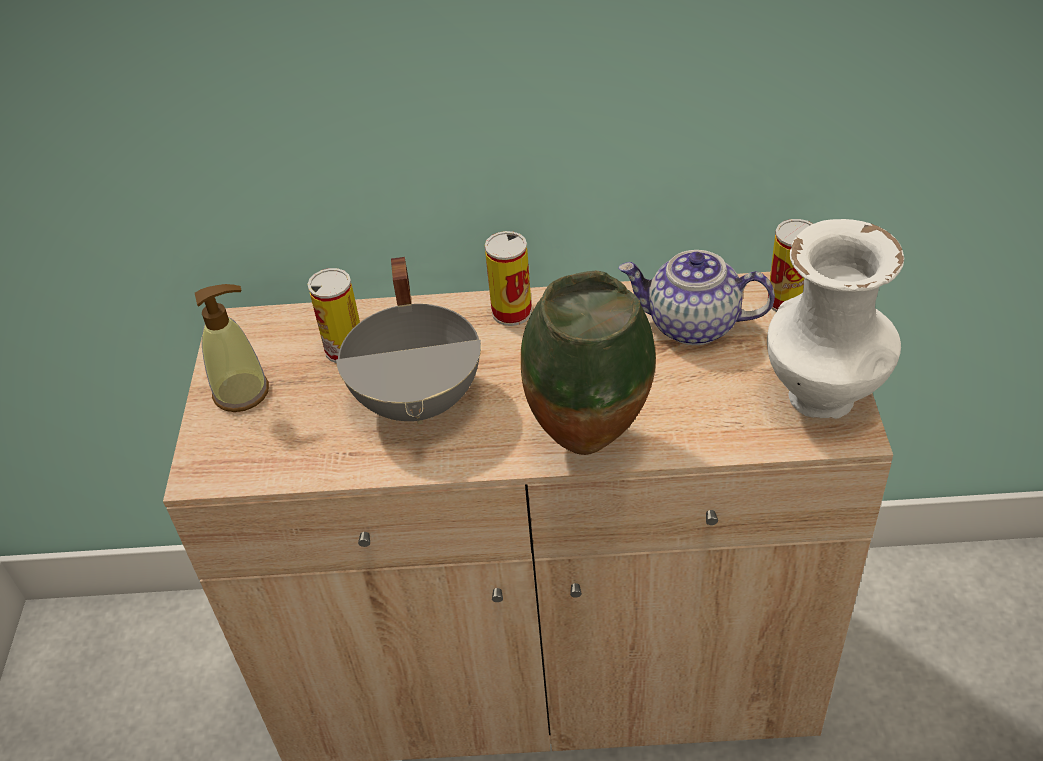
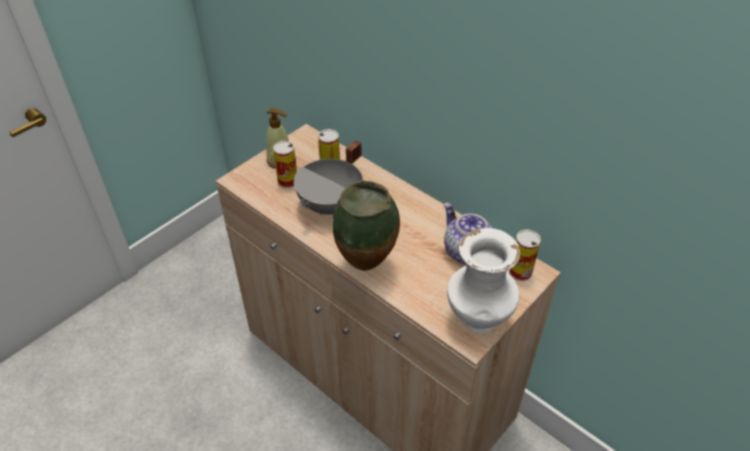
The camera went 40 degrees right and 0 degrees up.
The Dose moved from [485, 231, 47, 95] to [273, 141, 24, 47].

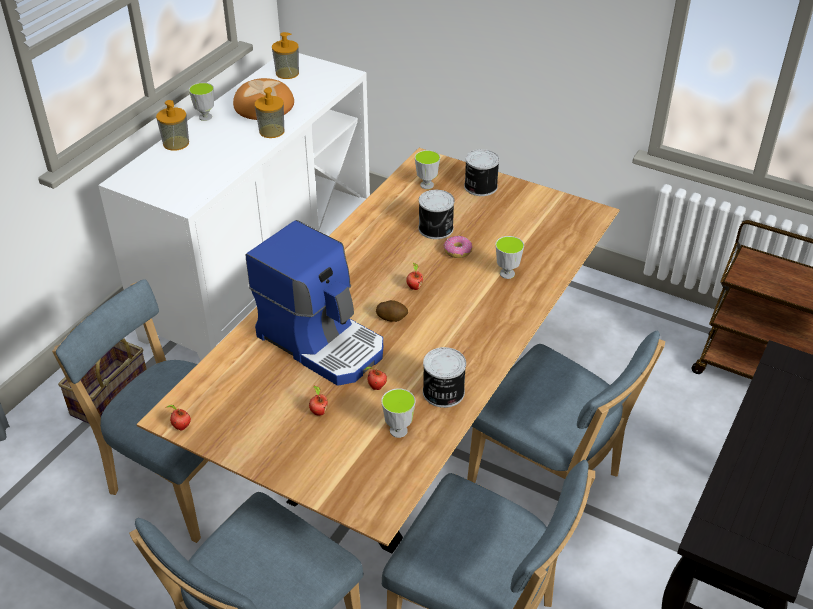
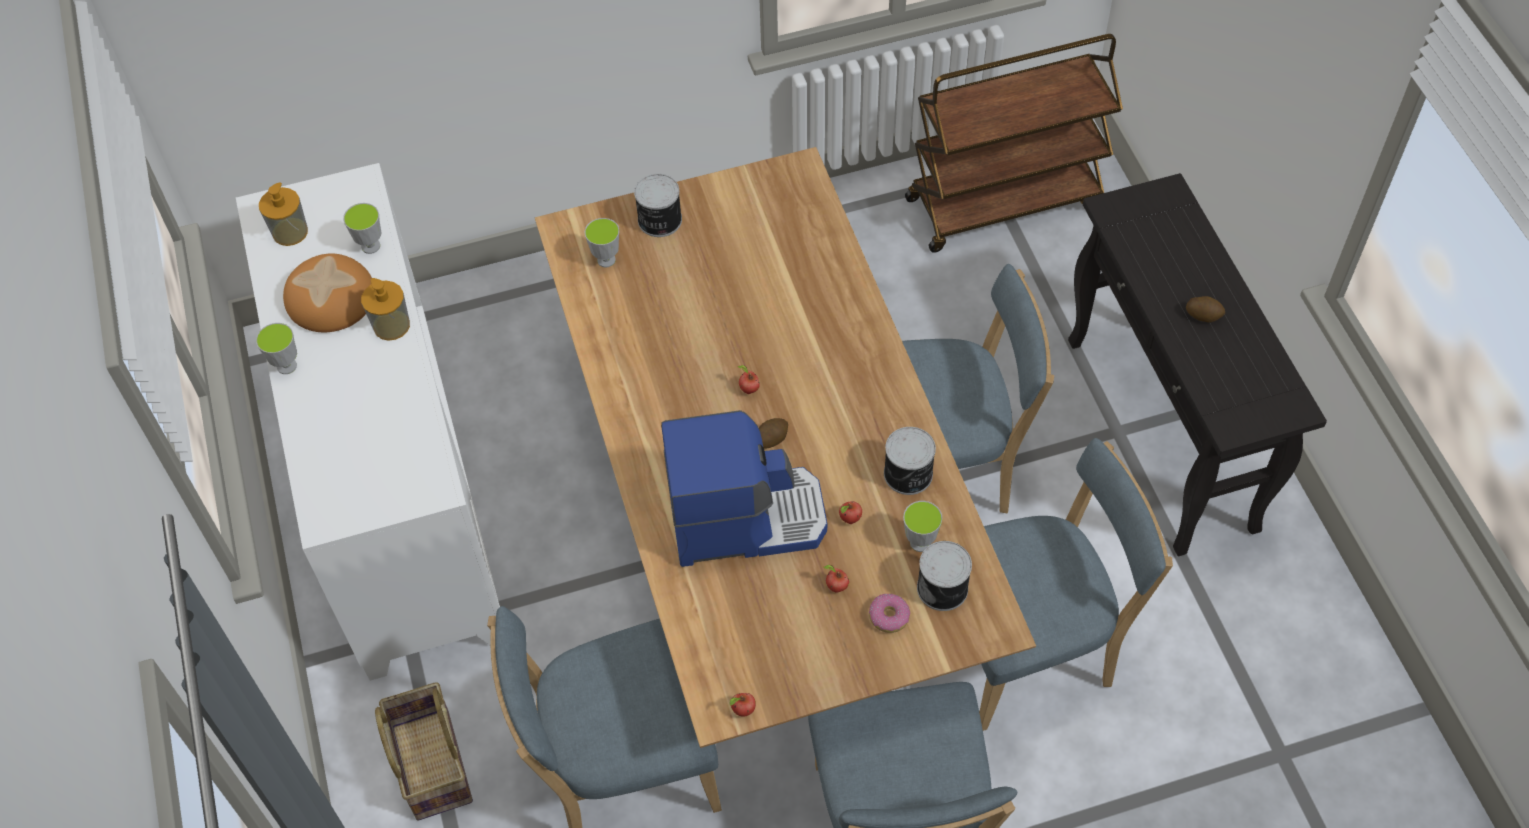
The camera went 45 degrees left and 15 degrees up.
The Seifenspender at [156, 100, 33, 51] disappeared.
The Kartoffel at [1186, 296, 39, 27] appeared.
The Dose moved from [418, 190, 37, 49] to [917, 541, 55, 70].
The Donut moved from [443, 236, 29, 22] to [869, 594, 41, 39].
The Tasse moved from [495, 236, 29, 43] to [343, 203, 38, 51].

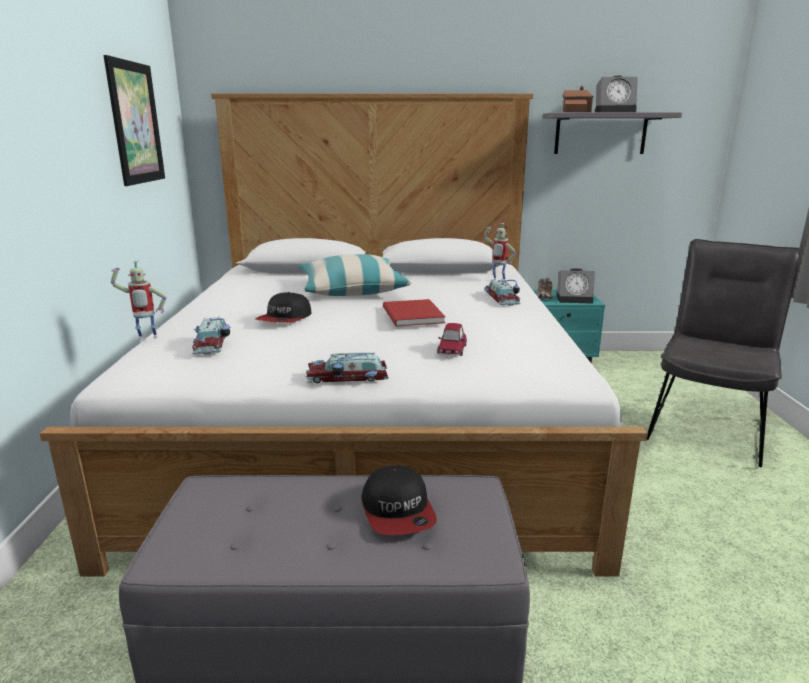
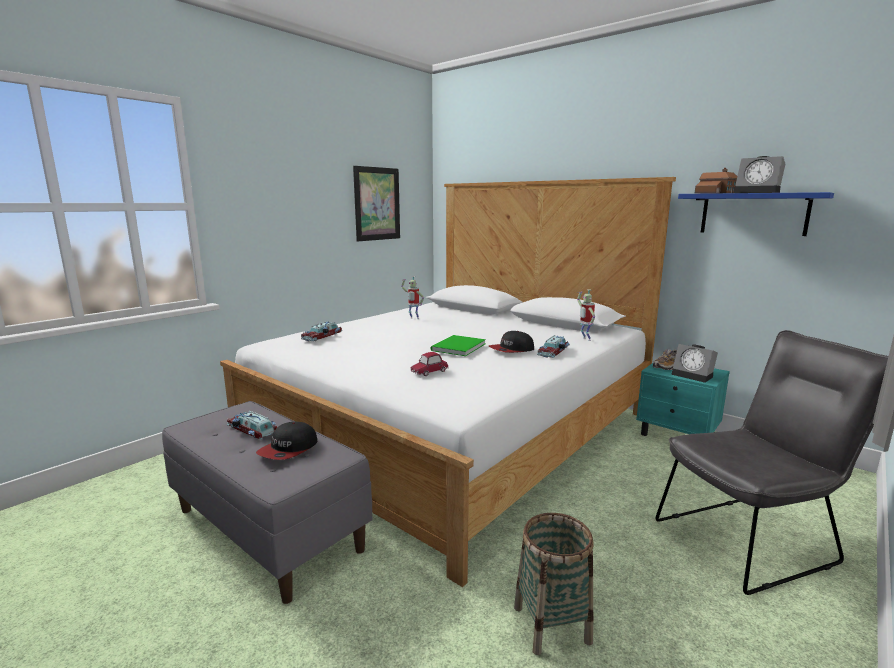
The camera went 40 degrees right and 5 degrees down.
The Kissen at [299, 254, 113, 42] disappeared.
The Korb at [514, 513, 80, 142] appeared.
The Spielzeugroboter moved from [111, 260, 55, 79] to [401, 276, 23, 43].
The Kappe moved from [256, 292, 55, 31] to [489, 331, 45, 22].
The Spielzeugauto moved from [305, 352, 84, 31] to [227, 411, 50, 29].
The Buch (rot) at [383, 299, 62, 28] became the Buch (grün) at [431, 335, 55, 21].
The Wandregal (grau) at [543, 112, 139, 42] became the Wandregal (blau) at [678, 192, 156, 44].

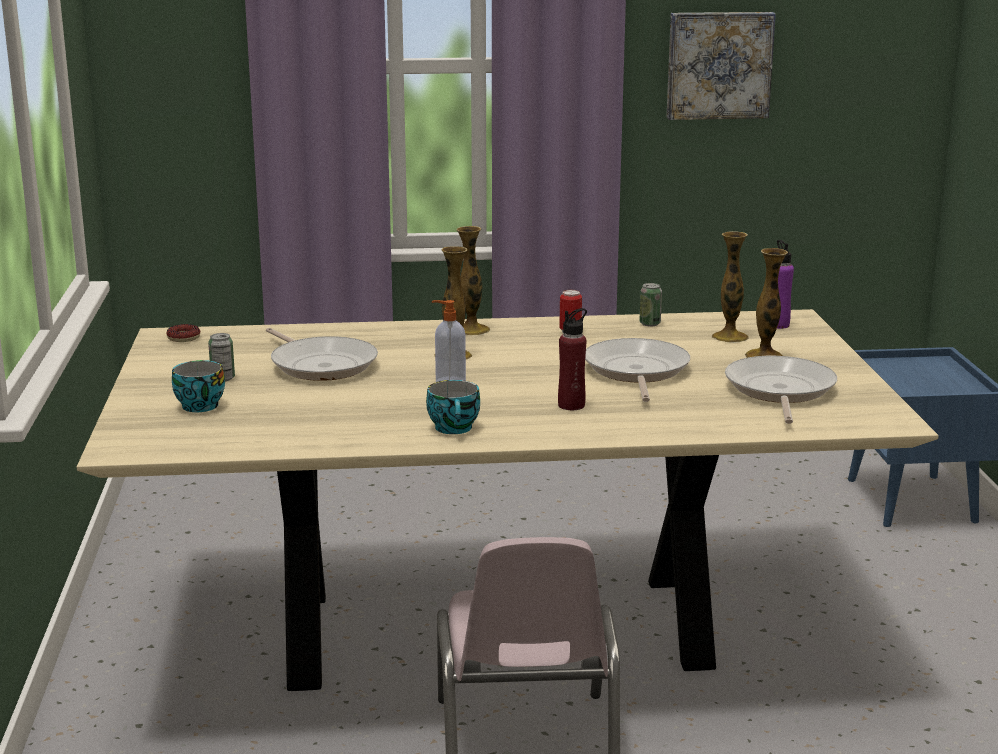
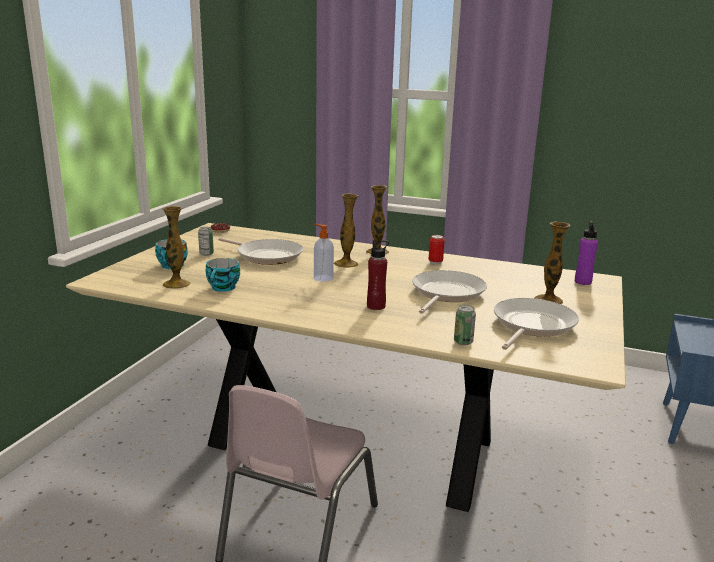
The camera went 25 degrees right and 0 degrees up.
The Bild at [667, 12, 109, 108] disappeared.
The Tasse moved from [426, 380, 54, 54] to [206, 258, 34, 34].
The Dose moved from [639, 283, 23, 43] to [454, 305, 22, 40].
The Vase moved from [711, 231, 38, 112] to [163, 206, 27, 83].
The Pfanne at [266, 328, 112, 53] turned 45 degrees counterclockwise.

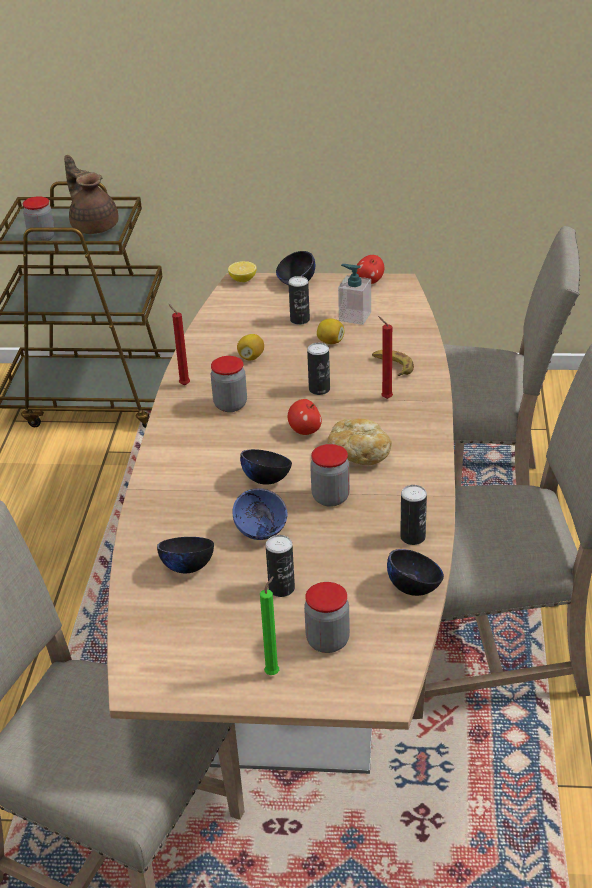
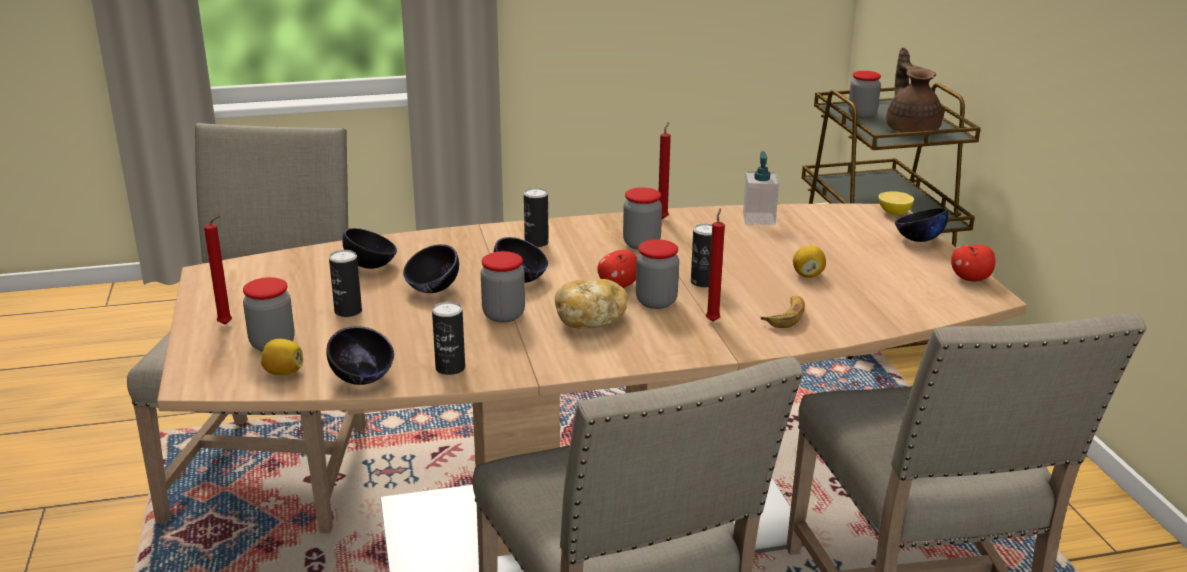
The camera went 70 degrees right and 10 degrees down.
The Vorratsglas at [636, 239, 43, 70] appeared.
The Zitrone moved from [237, 334, 27, 26] to [261, 339, 42, 36].
The Dose moved from [288, 276, 22, 49] to [524, 188, 25, 59].
The Seifenspender moved from [338, 264, 33, 61] to [743, 151, 36, 74].
The Schüssel (blau) at [233, 488, 54, 52] became the Schüssel (schwarz) at [403, 244, 56, 49].
The Kerze (grün) at [260, 576, 19, 99] became the Kerze (rot) at [204, 216, 28, 109].
The Teekanne (braun) at [64, 155, 55, 79] turned 45 degrees counterclockwise.

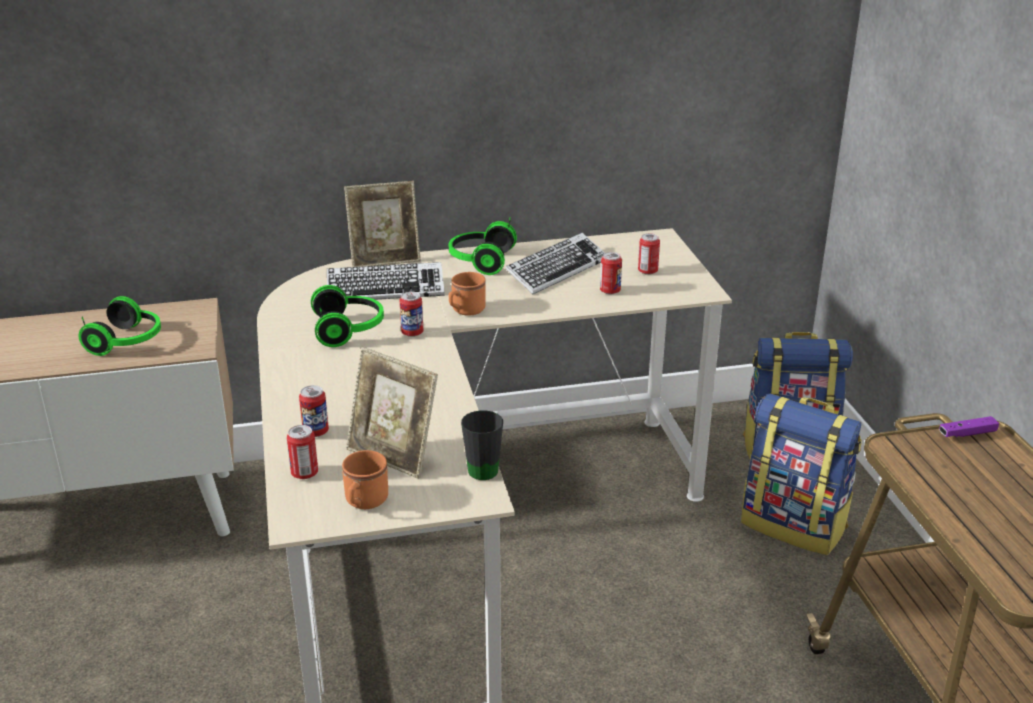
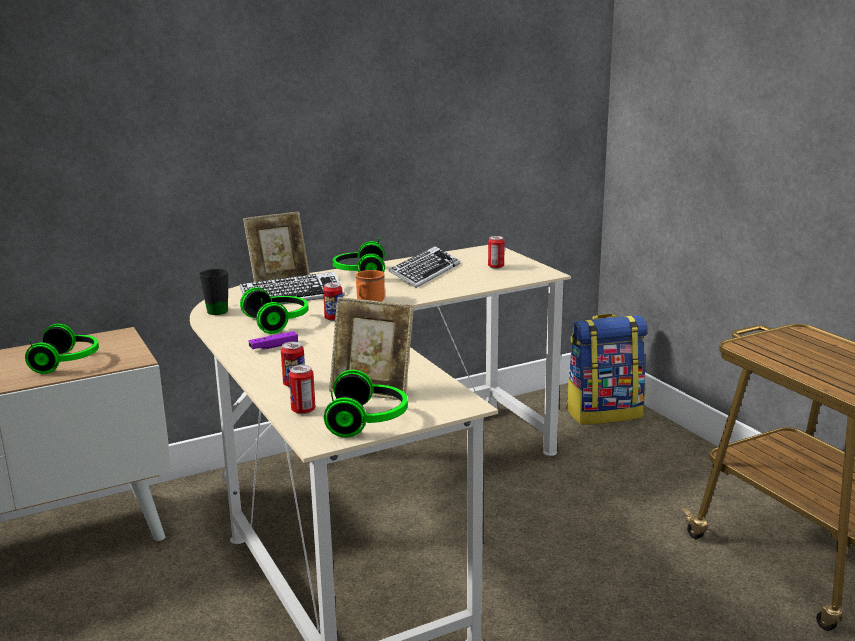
The camera went 15 degrees left and 10 degrees down.
The Dose at [600, 252, 22, 42] disappeared.
The Rucksack at [741, 394, 121, 161] disappeared.
The Henkelbecher (schwarz) moved from [461, 411, 42, 69] to [199, 269, 29, 46].
The Gamepad (lila) moved from [939, 416, 60, 21] to [249, 331, 49, 19].
The Henkelbecher (orange) at [342, 450, 46, 59] was replaced by the Kopfhörer at [324, 370, 84, 68].

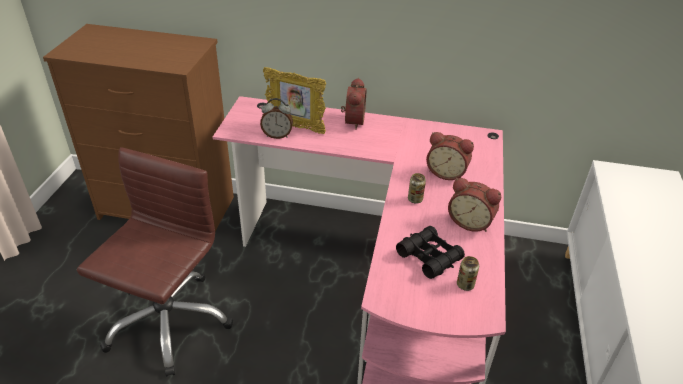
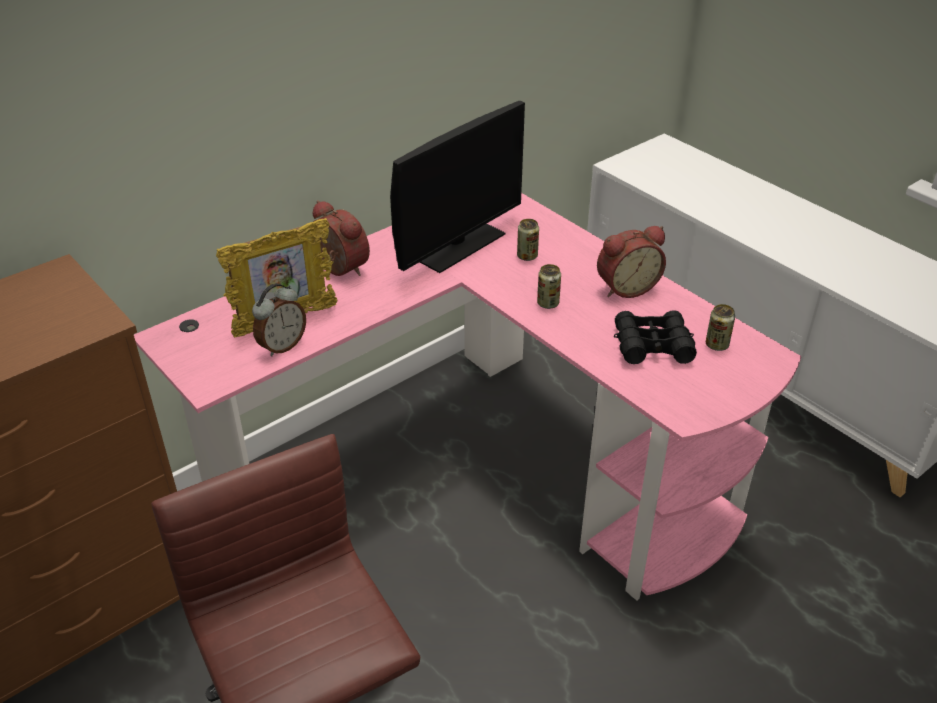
The camera went 50 degrees left and 0 degrees up.
The Monitor at [390, 101, 135, 172] appeared.
The Wecker at [426, 132, 48, 48] was replaced by the Dose at [517, 219, 22, 42].

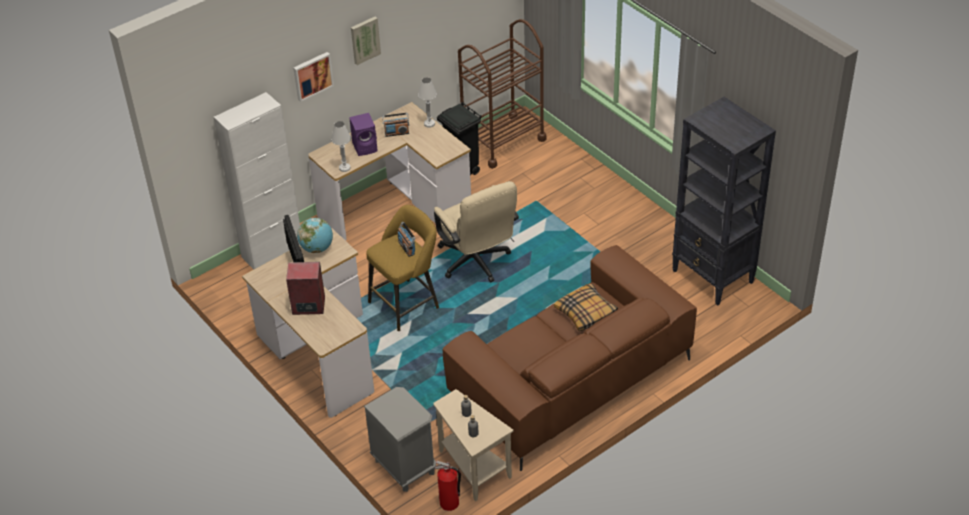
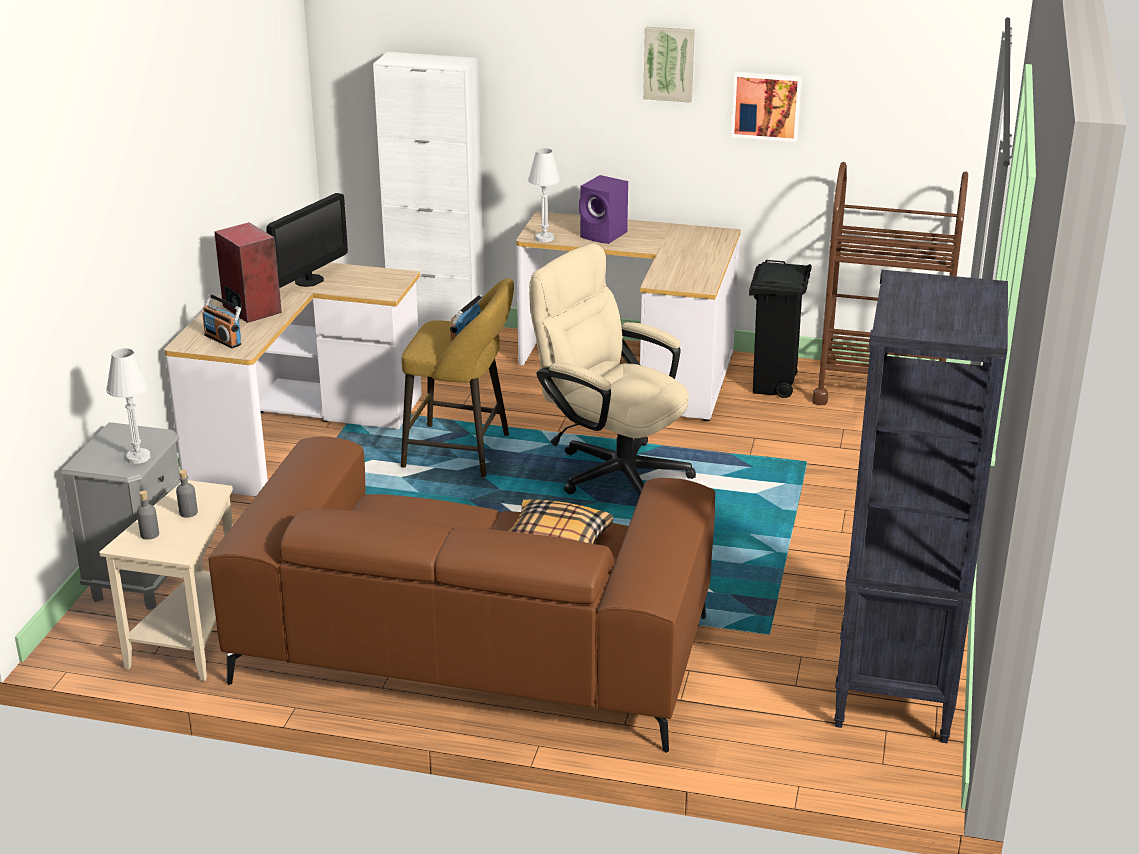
The camera went 50 degrees right and 15 degrees down.
The Globus at [297, 218, 36, 35] disappeared.
The Feuerlöscher at [435, 461, 26, 50] disappeared.
The Bild moved from [293, 52, 41, 50] to [731, 72, 71, 70].
The Radio moved from [382, 113, 27, 24] to [202, 294, 39, 54].
The Tischlampe (weiß) moved from [418, 77, 19, 51] to [106, 348, 44, 116].
The Bürostuhl (beige) at [434, 181, 85, 101] turned 105 degrees clockwise.

